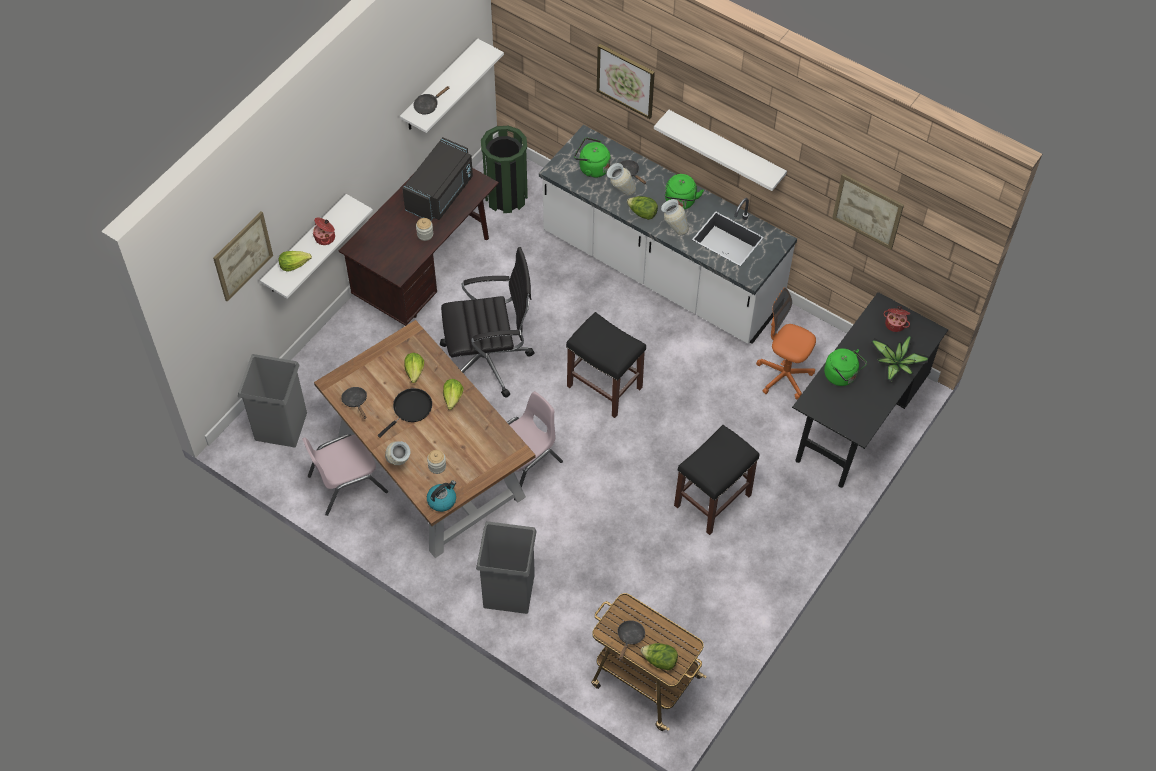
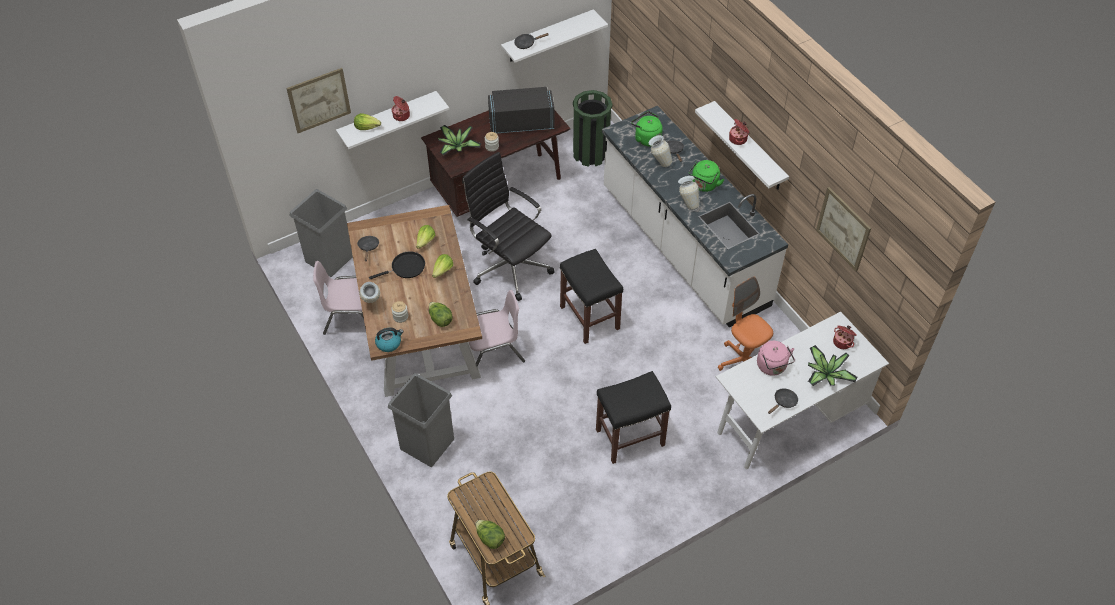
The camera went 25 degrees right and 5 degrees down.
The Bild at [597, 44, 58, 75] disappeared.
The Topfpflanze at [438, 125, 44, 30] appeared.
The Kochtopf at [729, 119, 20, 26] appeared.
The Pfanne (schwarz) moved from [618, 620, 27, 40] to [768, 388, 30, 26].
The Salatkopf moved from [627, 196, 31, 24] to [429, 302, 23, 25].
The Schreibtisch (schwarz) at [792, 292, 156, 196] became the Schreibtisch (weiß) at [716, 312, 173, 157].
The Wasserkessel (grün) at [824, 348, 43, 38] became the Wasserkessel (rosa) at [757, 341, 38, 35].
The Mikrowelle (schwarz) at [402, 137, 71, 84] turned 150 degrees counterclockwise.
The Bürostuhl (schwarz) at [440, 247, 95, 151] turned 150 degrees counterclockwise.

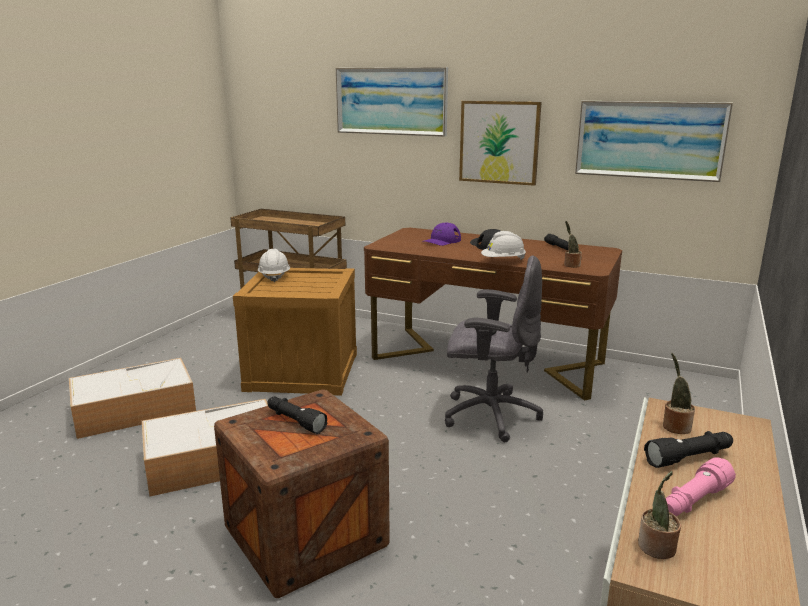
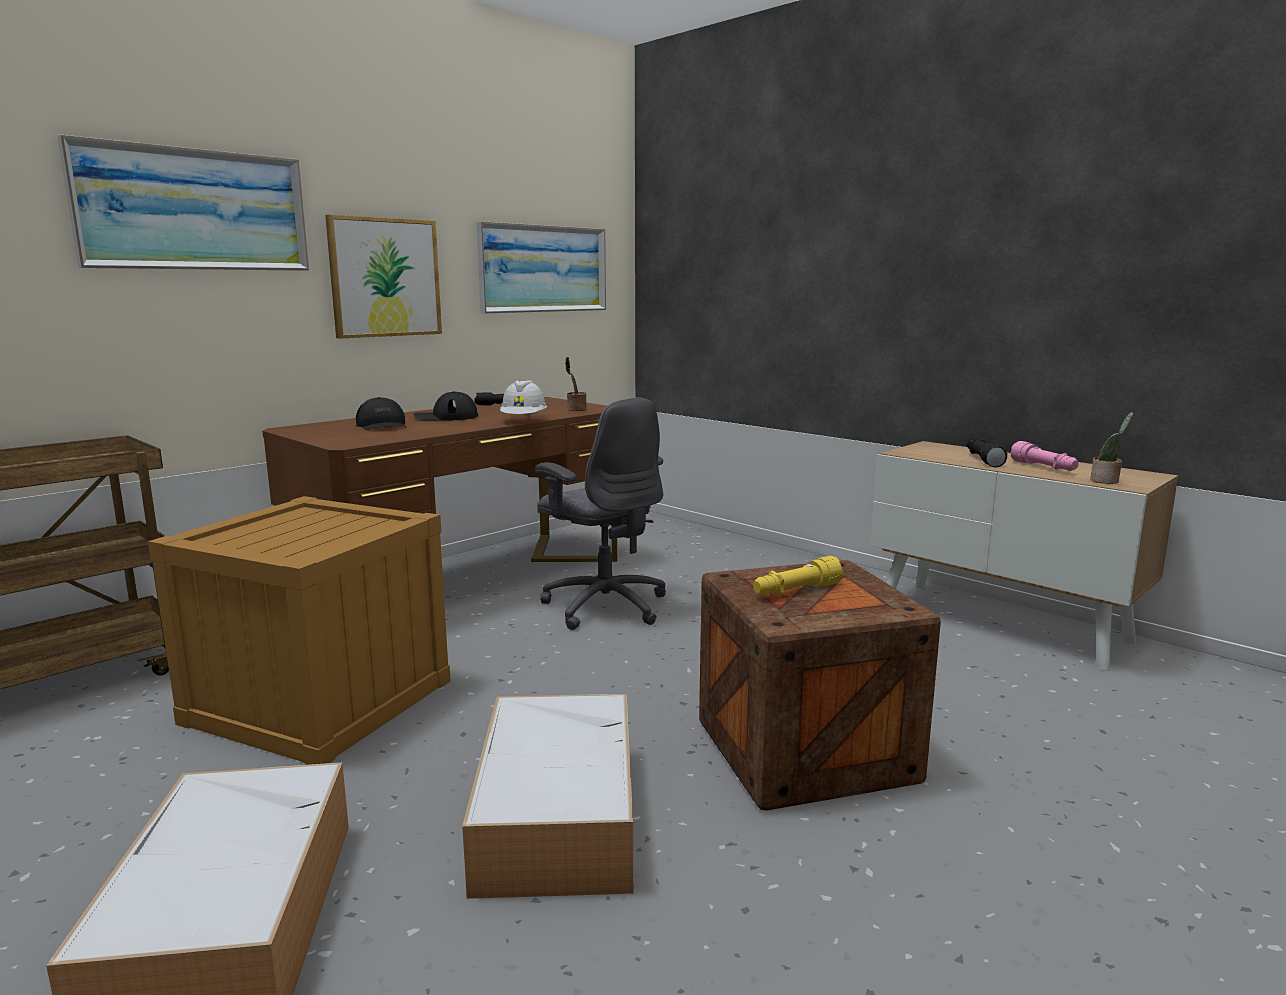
The camera went 70 degrees left and 5 degrees down.
The Schutzhelm (weiß) at [258, 249, 32, 33] disappeared.
The Topfpflanze at [663, 353, 32, 81] disappeared.
The Taschenlampe (schwarz) at [267, 397, 60, 37] became the Taschenlampe (gelb) at [753, 556, 90, 39].
The Kappe (lila) at [422, 223, 39, 23] became the Kappe (schwarz) at [356, 397, 50, 33].
The Bürostuhl (grau) at [445, 255, 98, 187] turned 105 degrees clockwise.

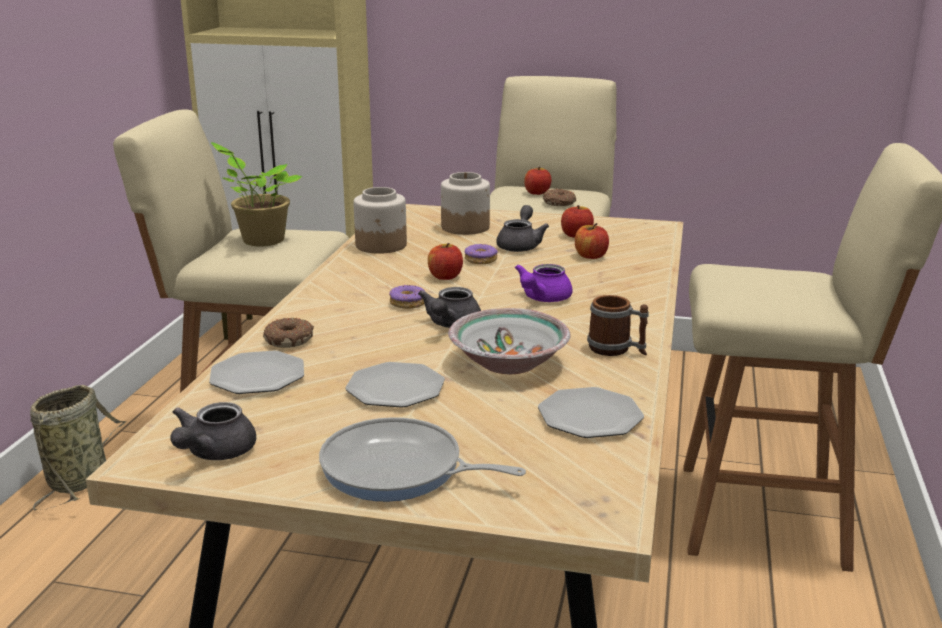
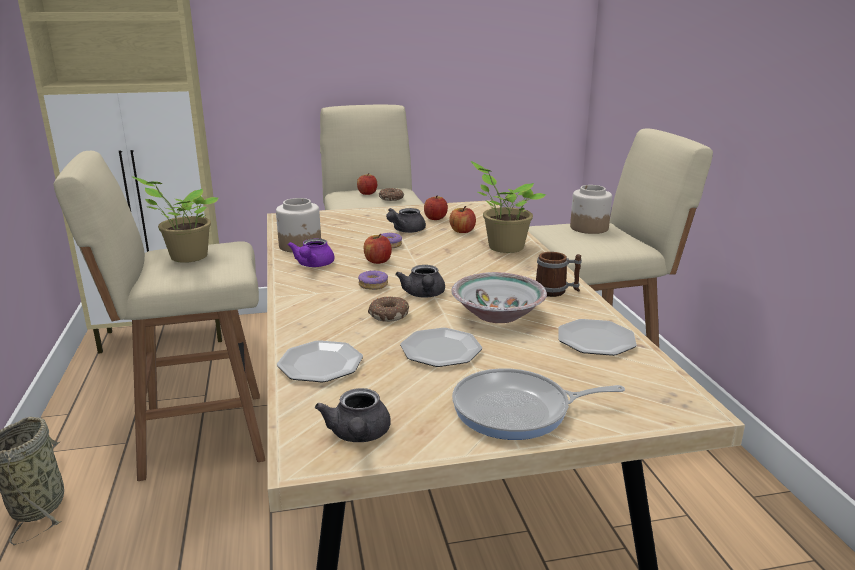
The camera went 25 degrees left and 0 degrees up.
The Topfpflanze at [471, 161, 75, 92] appeared.
The Donut moved from [263, 318, 51, 30] to [368, 296, 41, 26].
The Vorratsglas moved from [441, 172, 49, 63] to [570, 185, 42, 49].
The Teekanne (lila) moved from [515, 264, 57, 38] to [287, 238, 47, 29].
The Teekanne (grau) at [496, 205, 53, 47] turned 135 degrees counterclockwise.

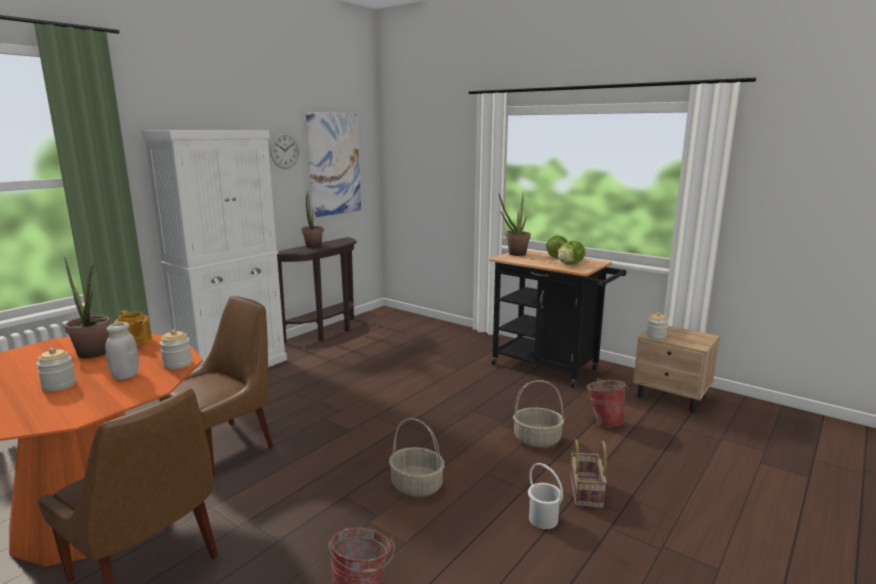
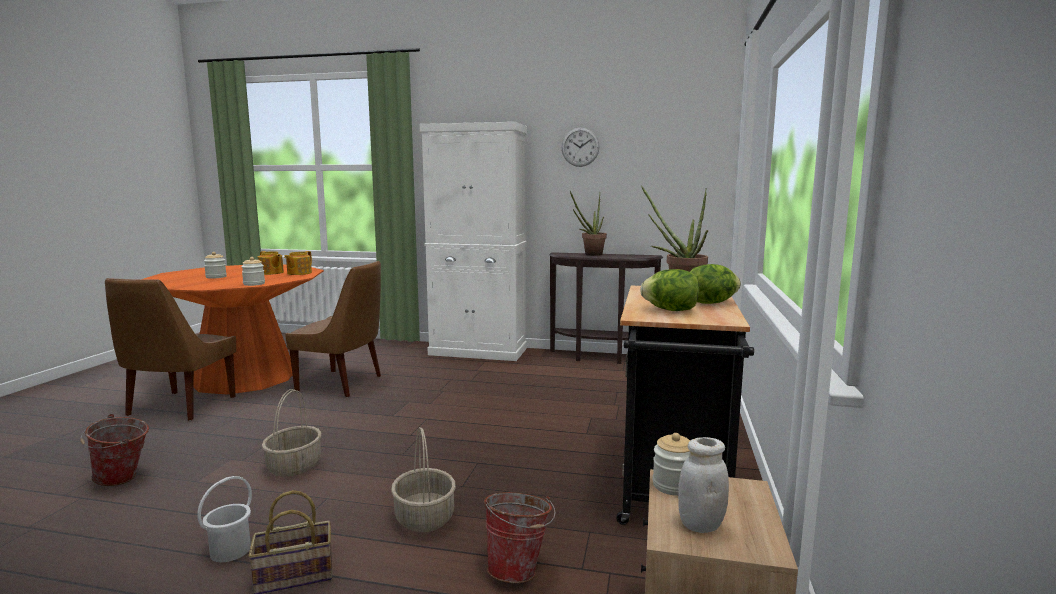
The camera went 65 degrees right and 5 degrees down.
The Bild at [306, 112, 55, 106] disappeared.
The Vorratsglas (weiß) moved from [106, 322, 33, 58] to [678, 437, 51, 96].
The Topfpflanze at [64, 258, 47, 100] was replaced by the Teekanne at [258, 251, 26, 24].

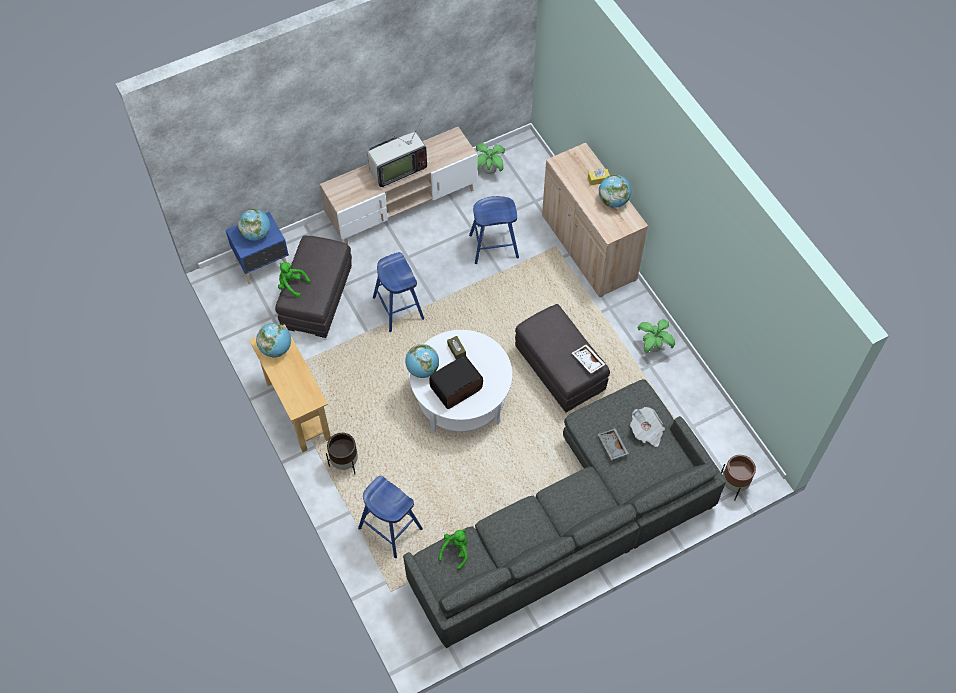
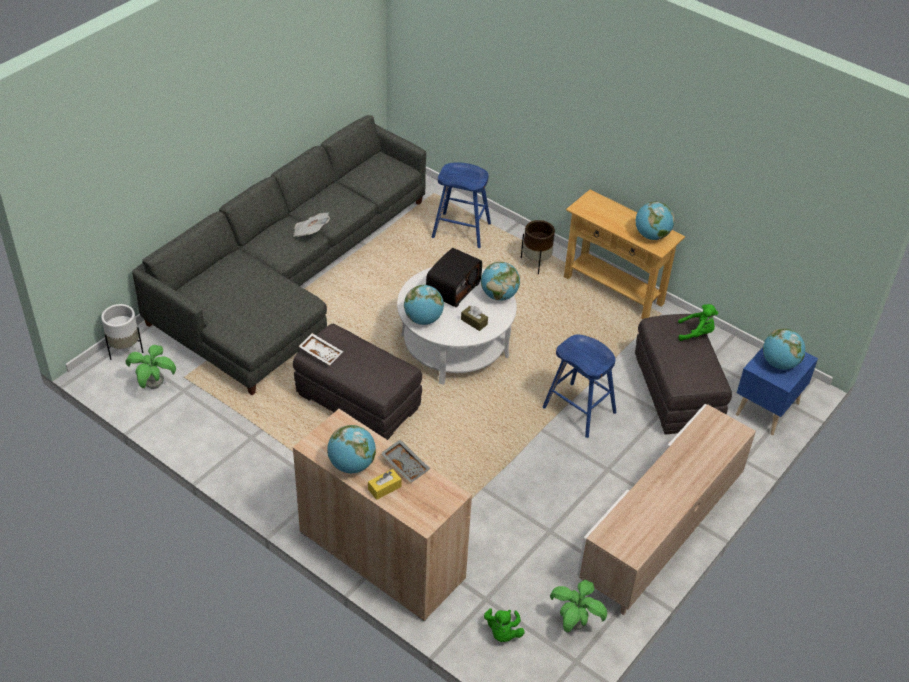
The camera went 155 degrees right and 15 degrees down.
The Fernseher at [368, 119, 59, 68] disappeared.
The Hocker (blau) at [469, 196, 50, 68] disappeared.
The Globus at [404, 285, 40, 40] appeared.
The Plüschtier (grün) moved from [438, 529, 30, 41] to [484, 608, 41, 34].
The Tablett (grau) moved from [598, 428, 31, 32] to [381, 440, 49, 43].
The Zeitung moved from [630, 407, 35, 40] to [293, 213, 37, 24].
The Topfpflanze moved from [638, 319, 37, 34] to [126, 345, 50, 44].
The Pflanzkübel (braun) at [721, 455, 35, 46] became the Pflanzkübel (weiß) at [101, 304, 42, 56].

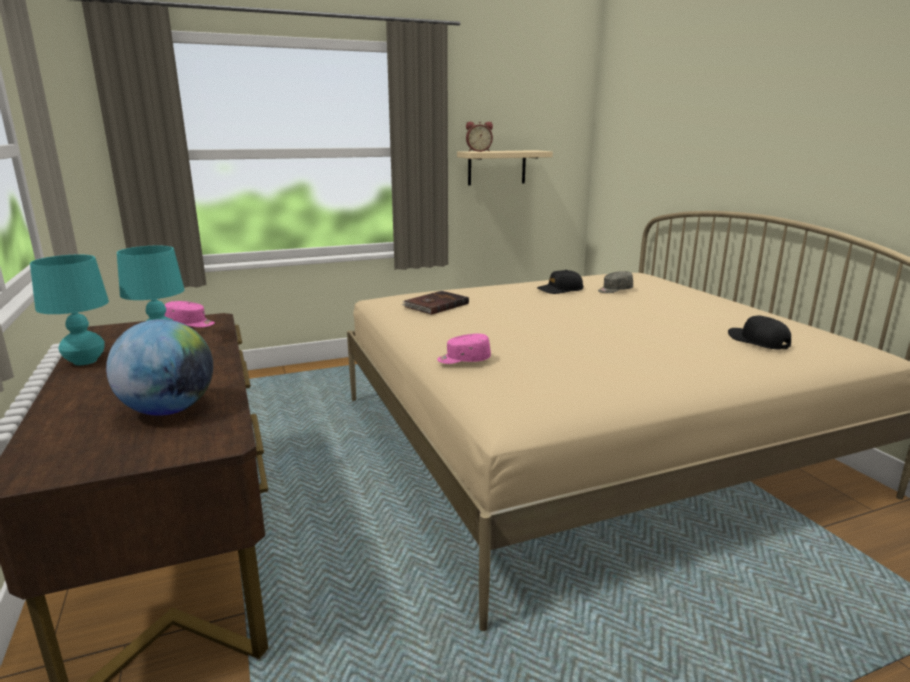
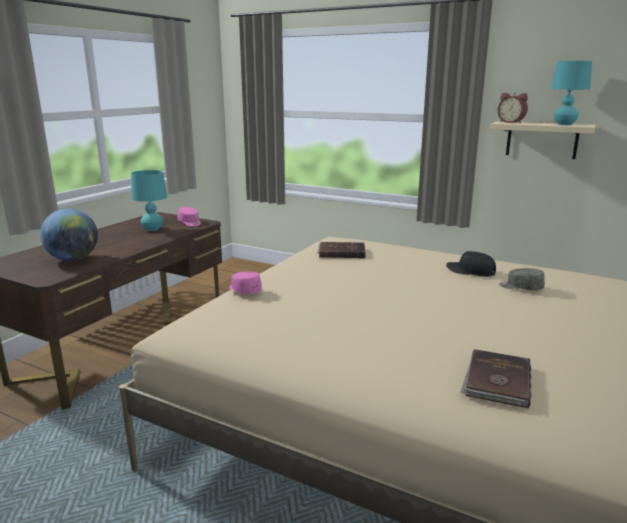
The camera went 50 degrees right and 0 degrees up.
The Tischlampe (türkis) moved from [30, 255, 79, 110] to [551, 61, 41, 64].
The Kappe (schwarz) at [728, 316, 63, 34] was replaced by the Buch (braun) at [460, 349, 71, 60].

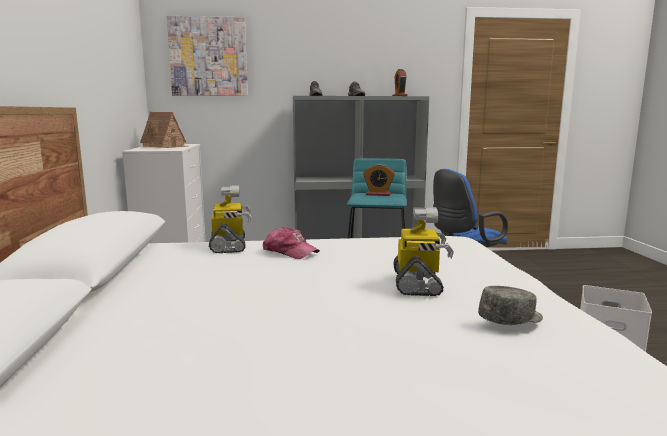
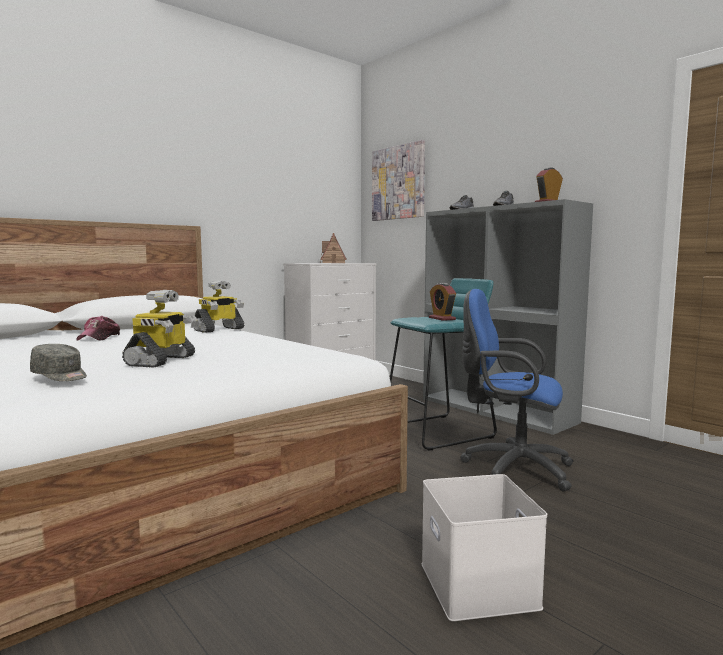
The camera went 55 degrees right and 5 degrees down.
The Kappe moved from [263, 227, 57, 32] to [76, 316, 44, 25].
The Spielzeugroboter at [393, 207, 61, 89] turned 45 degrees counterclockwise.

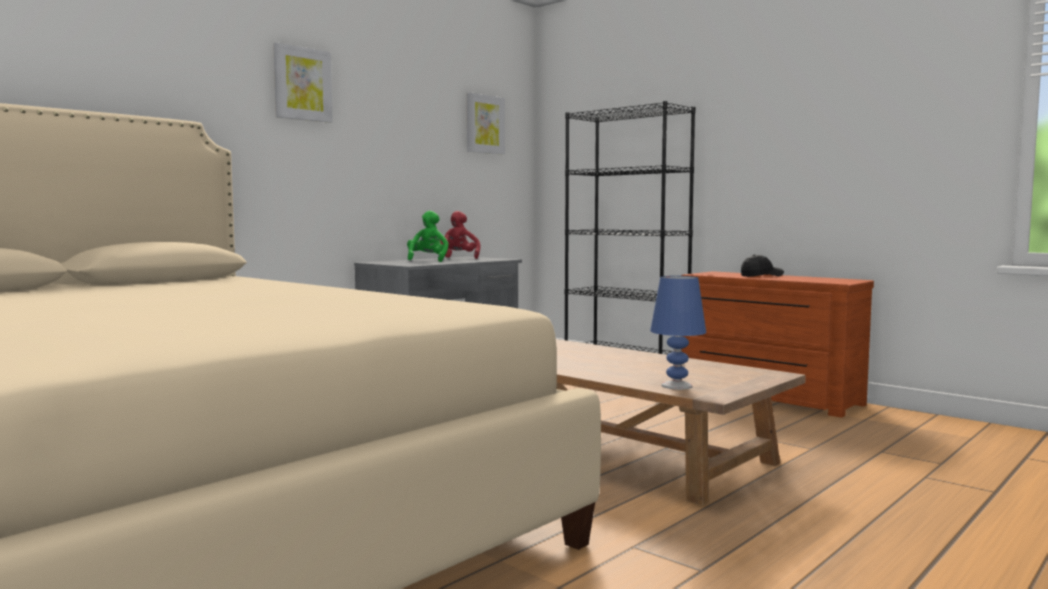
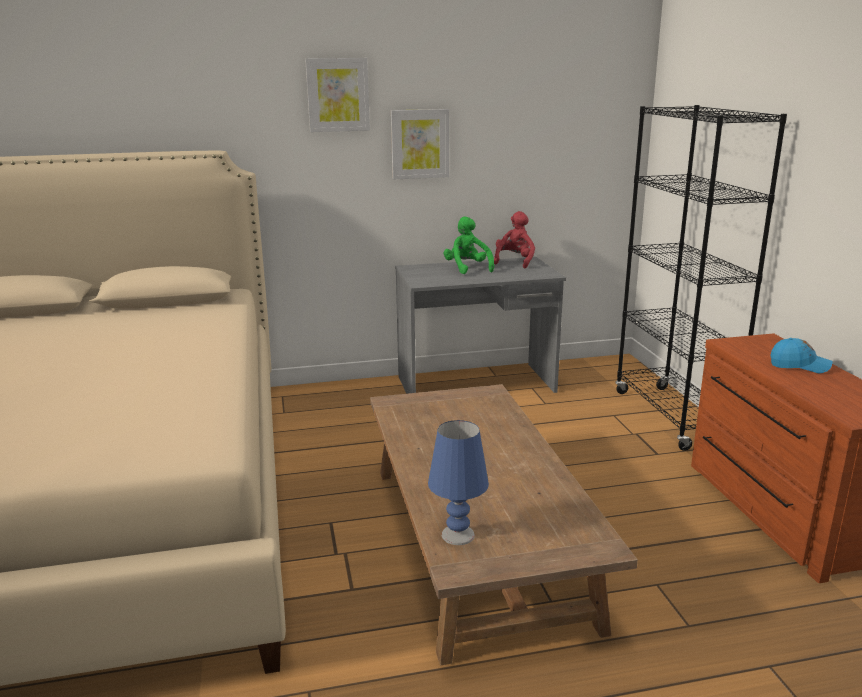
The camera went 35 degrees right and 15 degrees up.
The Bild moved from [467, 92, 38, 63] to [391, 109, 58, 70].
The Kappe (schwarz) at [741, 254, 43, 23] became the Kappe (blau) at [771, 338, 61, 35].
The Plüschtier (grün) at [407, 211, 42, 51] turned 60 degrees counterclockwise.

